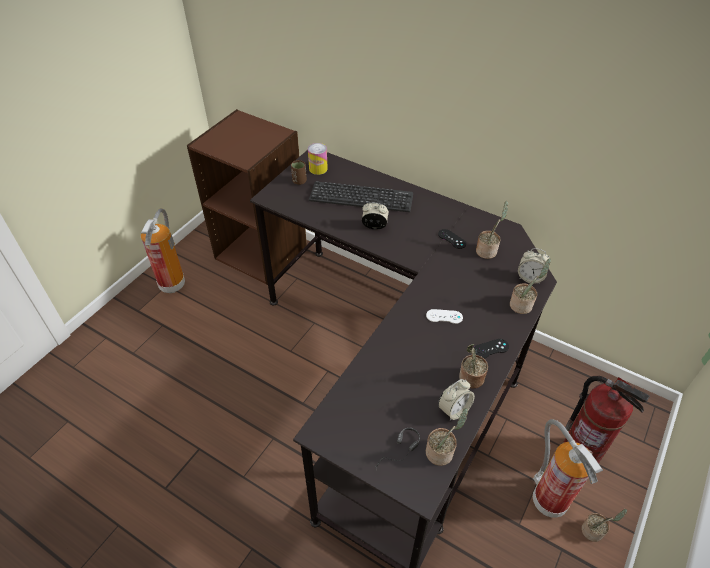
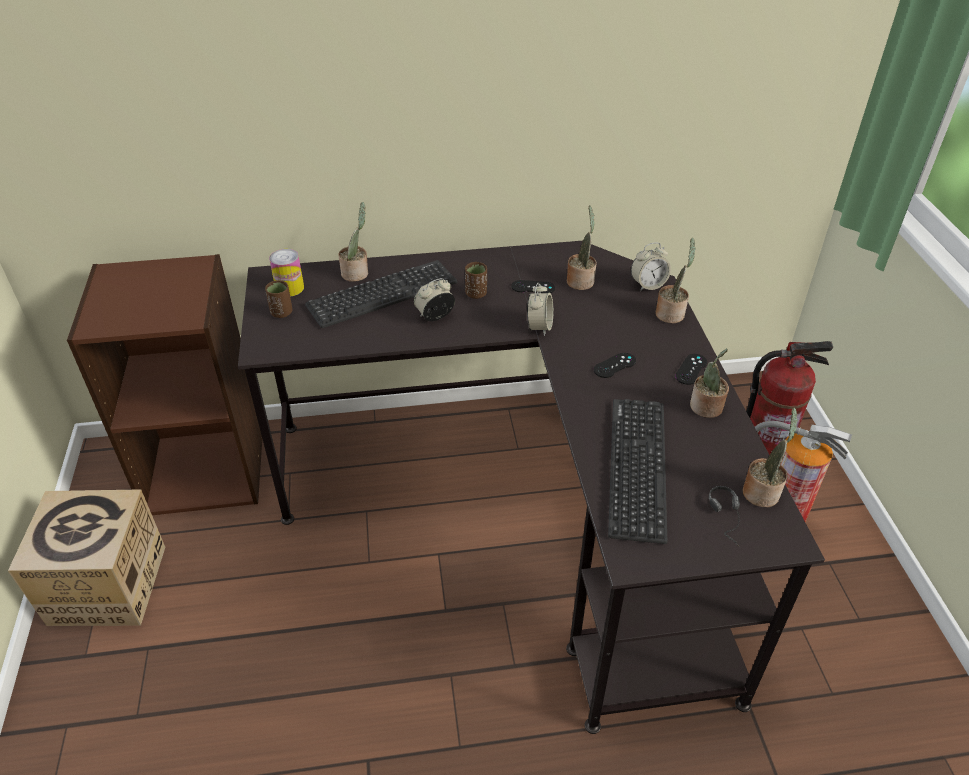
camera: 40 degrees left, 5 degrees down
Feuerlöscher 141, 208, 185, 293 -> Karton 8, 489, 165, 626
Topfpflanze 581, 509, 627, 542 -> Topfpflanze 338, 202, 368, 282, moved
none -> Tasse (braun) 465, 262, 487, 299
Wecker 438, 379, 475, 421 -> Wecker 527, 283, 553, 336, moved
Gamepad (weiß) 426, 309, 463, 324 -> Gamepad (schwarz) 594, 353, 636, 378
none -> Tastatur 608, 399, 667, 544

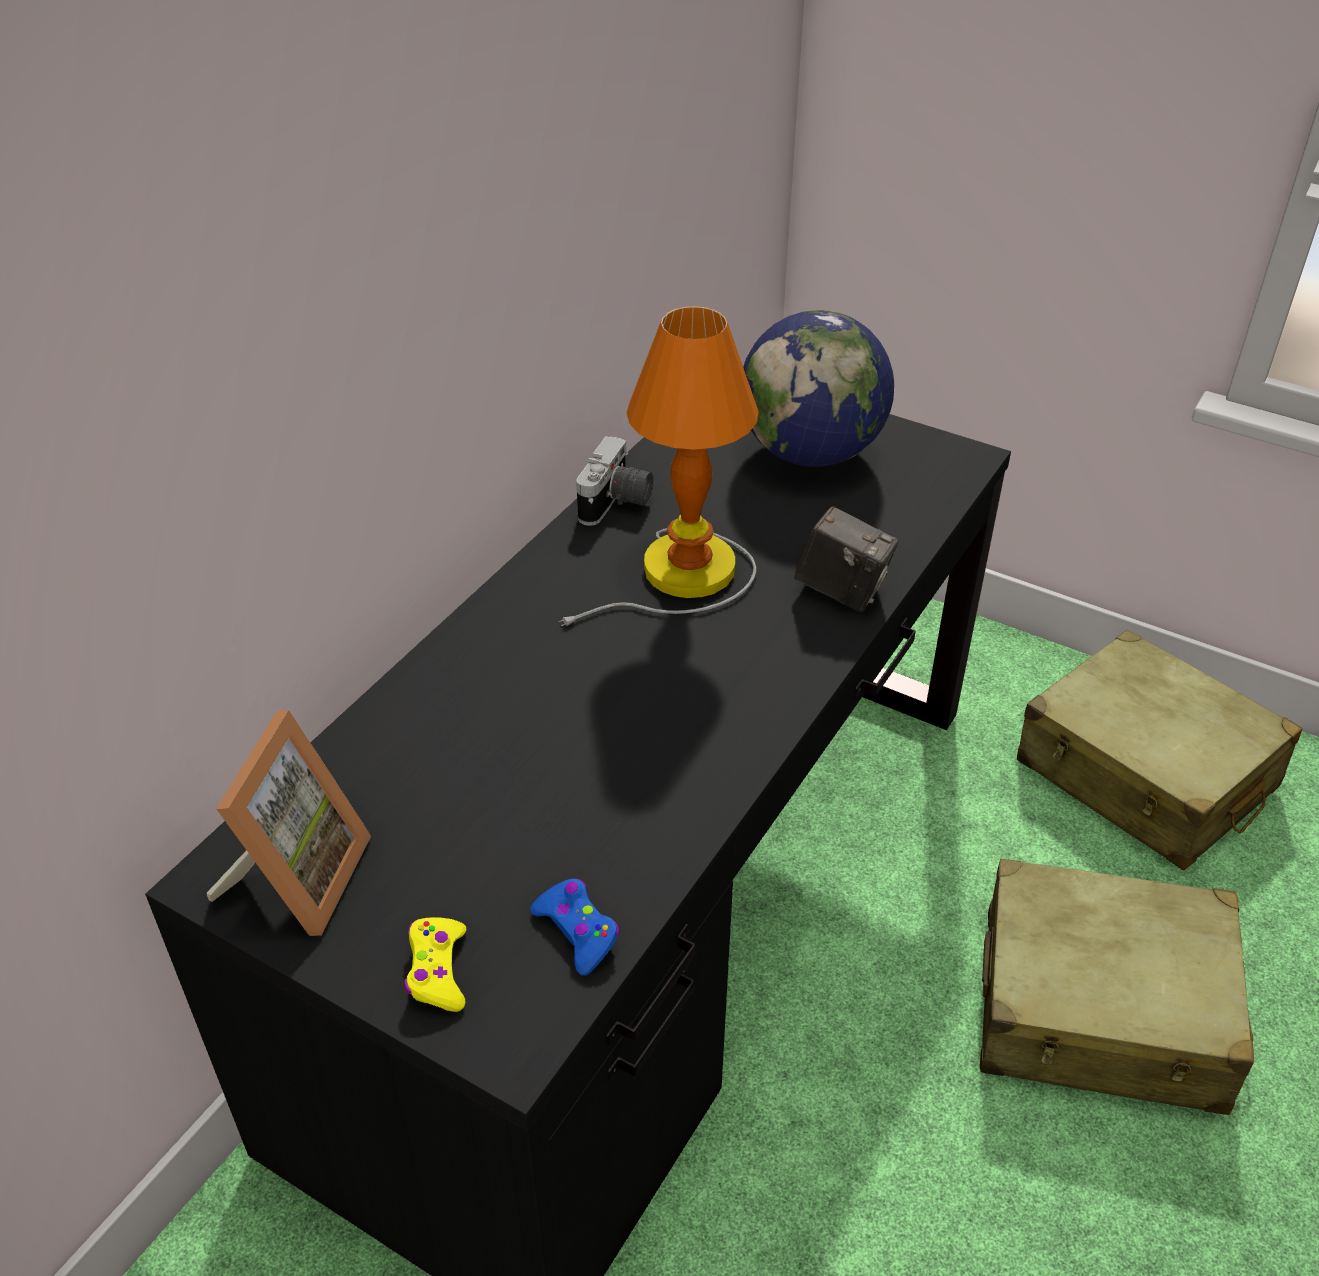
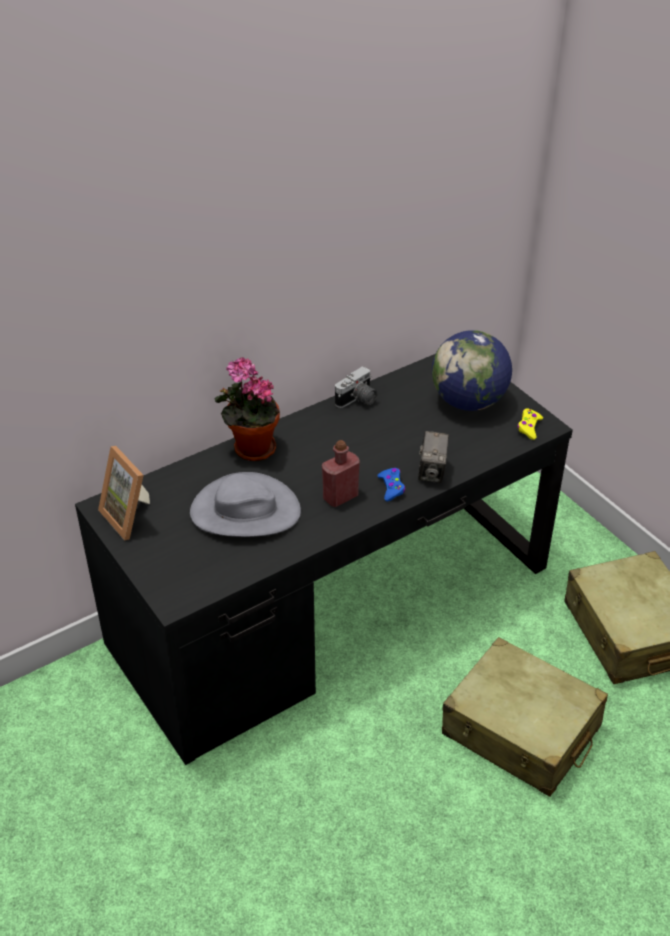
camera: 25 degrees right, 0 degrees up
Bilderrahmen 206, 710, 371, 936 -> Bilderrahmen 98, 446, 150, 541, 105 degrees clockwise
none -> Hut (grau) 190, 472, 301, 537
none -> Topfpflanze 214, 357, 280, 461
none -> Flasche (rot) 322, 440, 360, 507
Gamepad (blau) 530, 879, 620, 976 -> Gamepad (blau) 377, 468, 405, 501, moved
Kamera 794, 506, 898, 612 -> Kamera 418, 431, 449, 483, 45 degrees clockwise
Gamepad (gelb) 404, 917, 466, 1012 -> Gamepad (gelb) 517, 408, 543, 440, moved
Tischlampe 558, 306, 759, 626 -> none

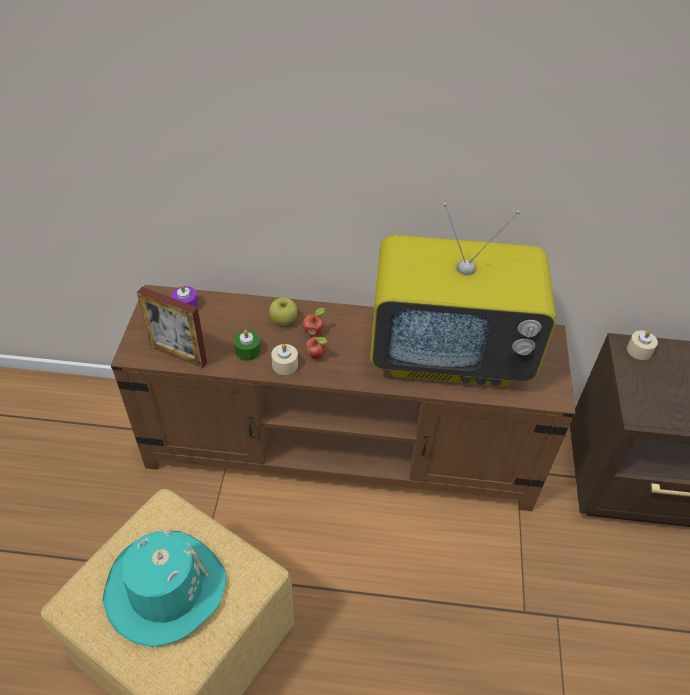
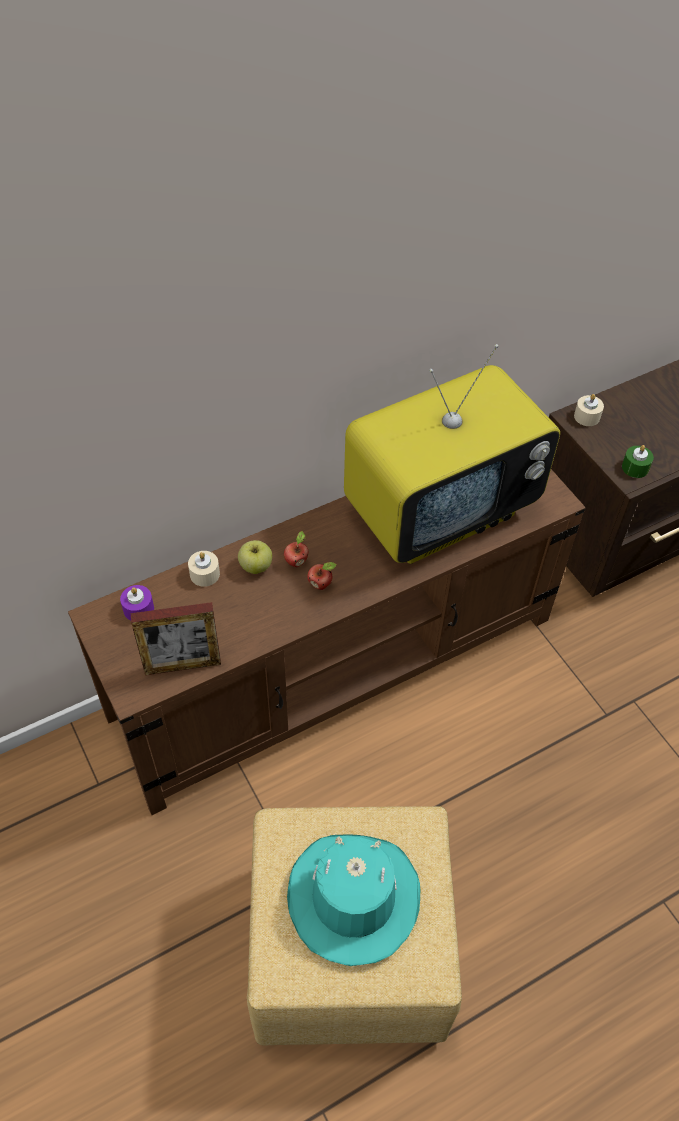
camera: 35 degrees left, 5 degrees up
Kerze (beige) 271, 344, 298, 375 -> Kerze (beige) 188, 551, 220, 587, moved
Kerze (grün) 234, 330, 261, 361 -> Kerze (grün) 622, 445, 654, 478, moved

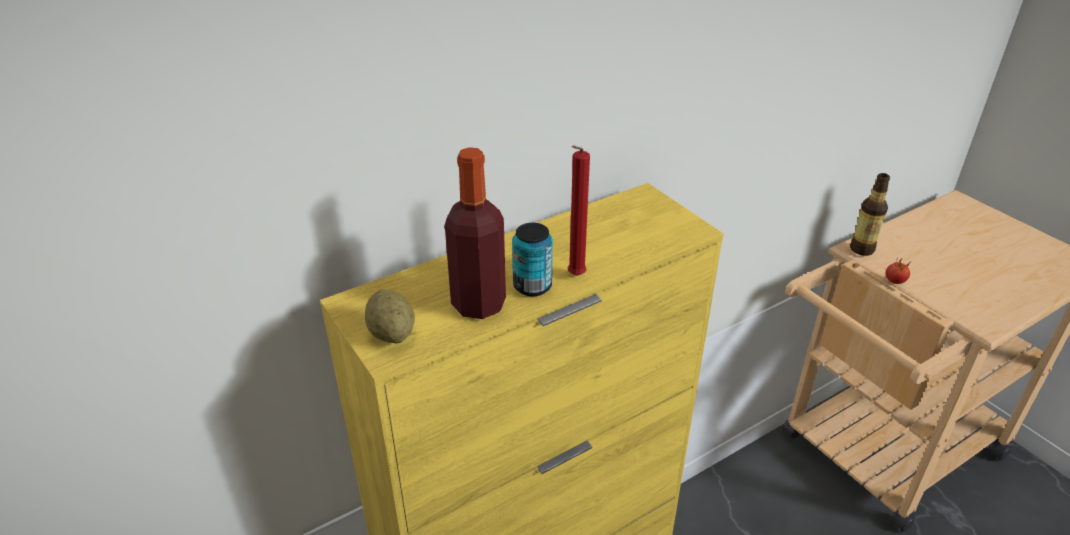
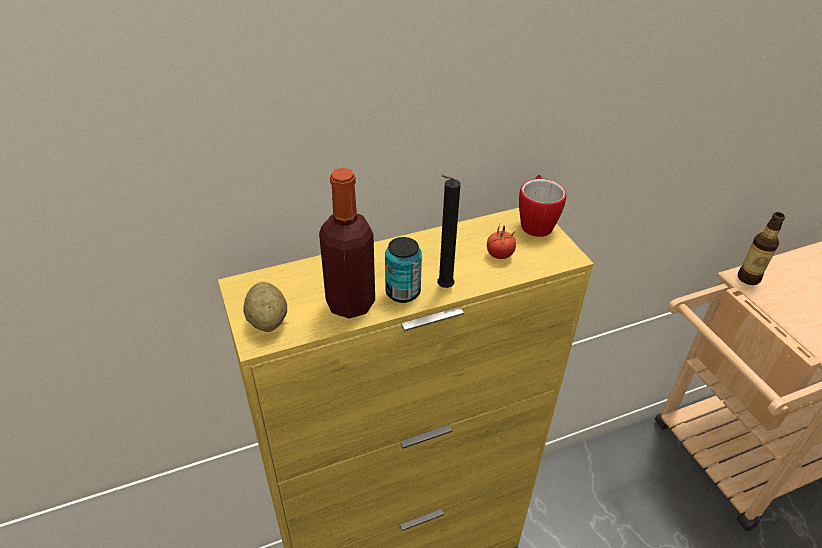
camera: 10 degrees right, 5 degrees up
Kerze (rot) 568, 145, 590, 276 -> Kerze (schwarz) 437, 175, 461, 288
Tomate 886, 257, 911, 284 -> Tomate 487, 225, 516, 259, moved
none -> Henkelbecher 519, 175, 566, 237

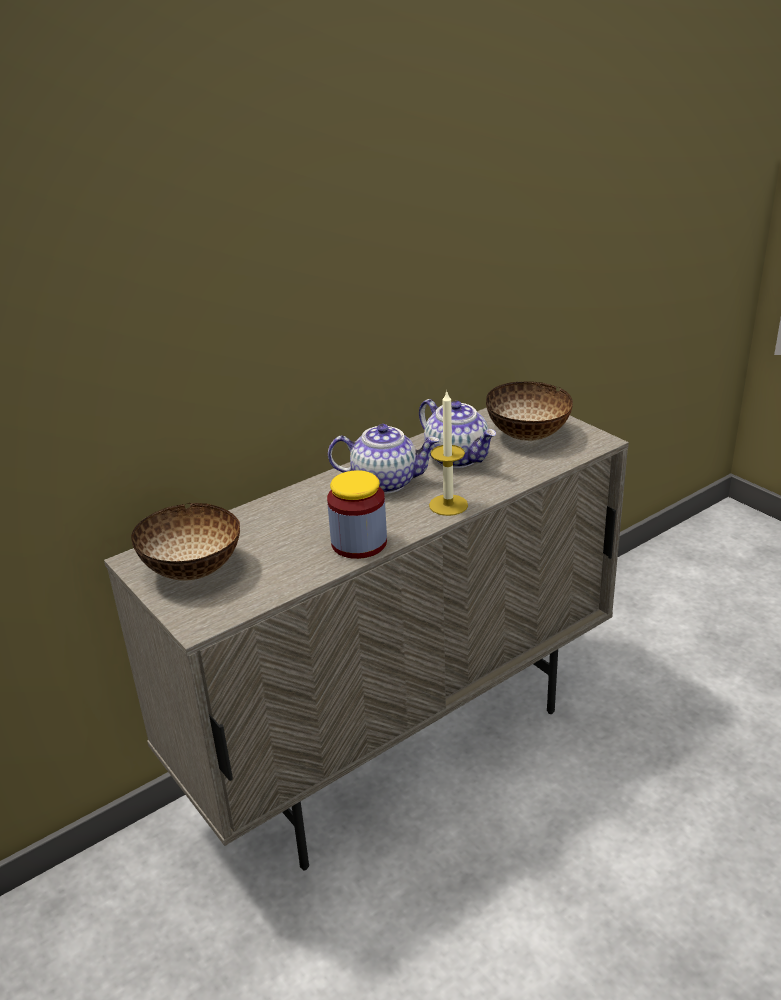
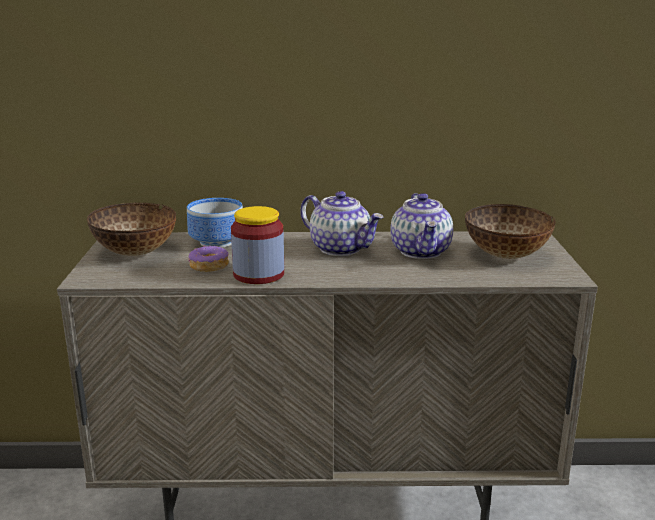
camera: 35 degrees right, 10 degrees down
none -> Schüssel 187, 198, 243, 248
none -> Donut 189, 245, 229, 272
Kerze 429, 390, 468, 516 -> none

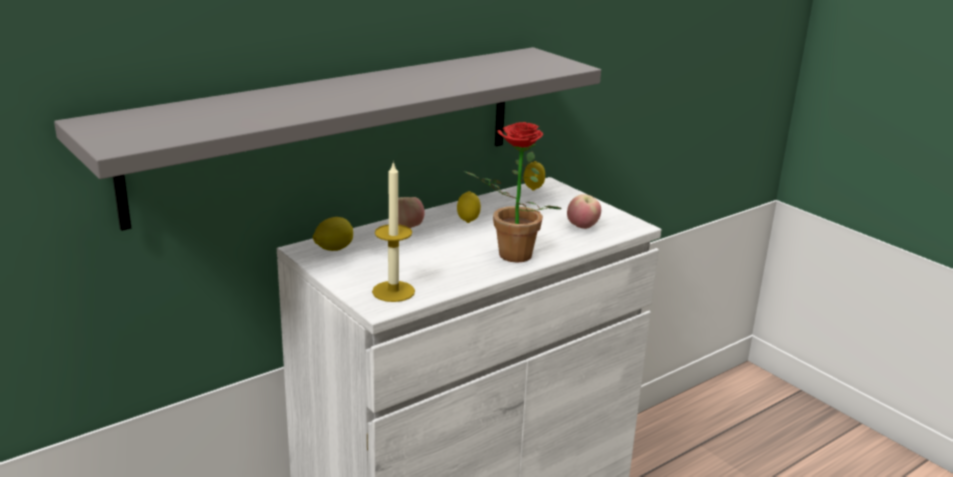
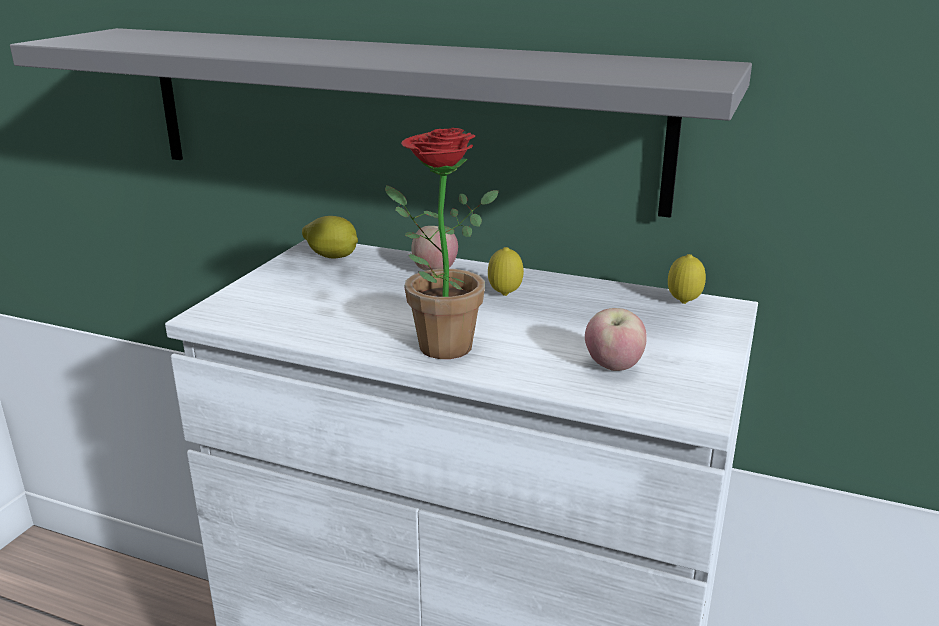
camera: 60 degrees right, 0 degrees up
Kerze 372, 161, 415, 302 -> none

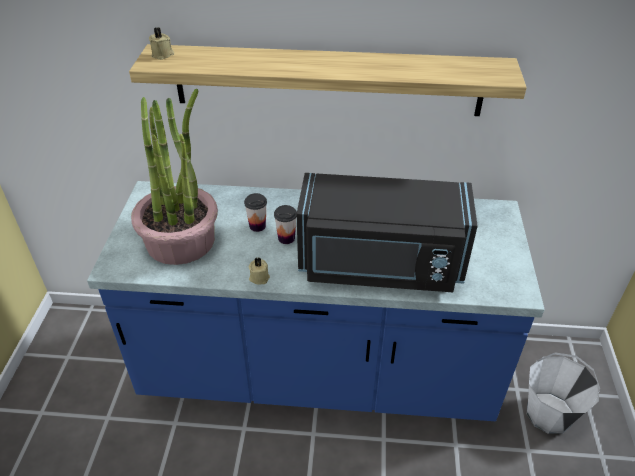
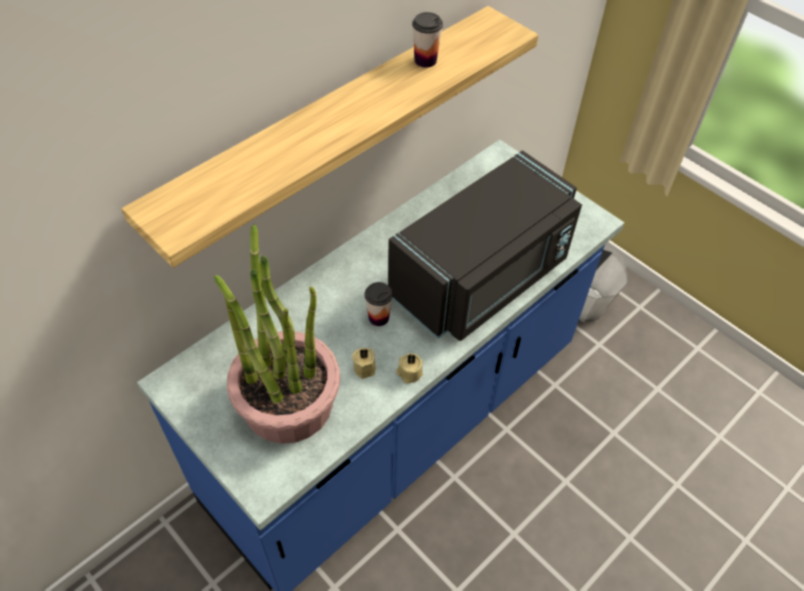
camera: 50 degrees left, 10 degrees up
Kerze (beige) 149, 27, 174, 60 -> Kerze (beige) 352, 348, 376, 379, moved
Tasse 244, 193, 267, 232 -> Tasse 412, 12, 443, 68, moved

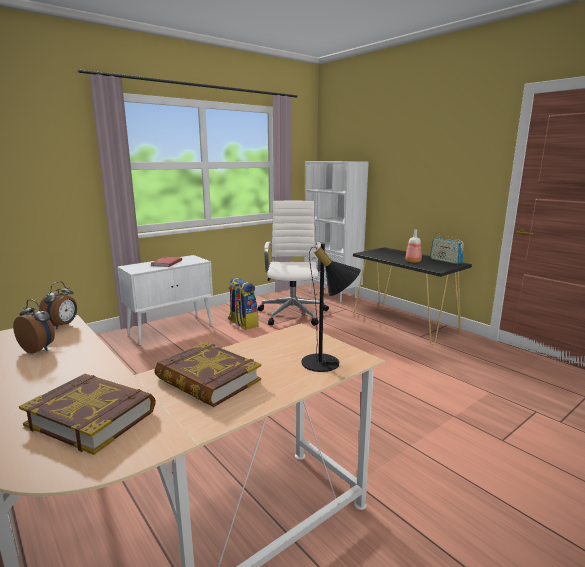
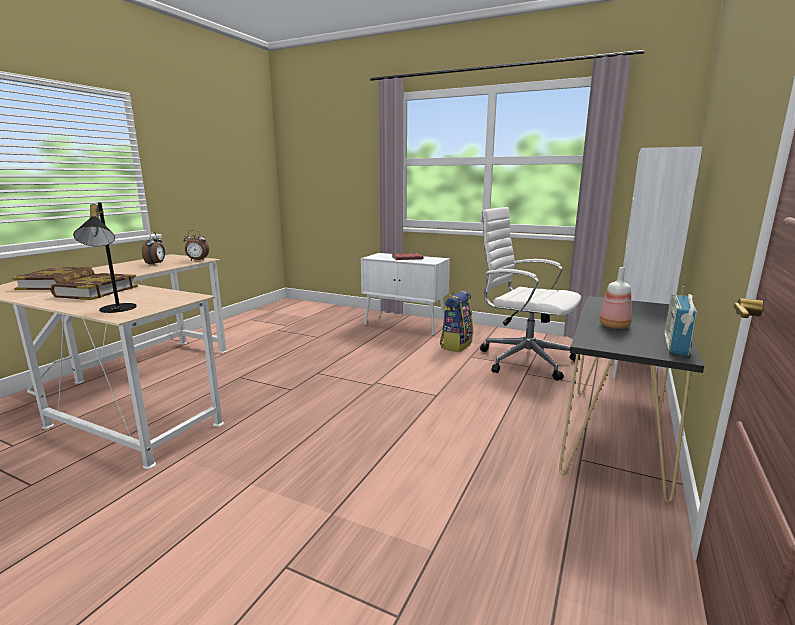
camera: 65 degrees right, 0 degrees up
Bürostuhl (weiß) 258, 201, 329, 326 -> Bürostuhl (weiß) 480, 207, 581, 381, 120 degrees counterclockwise

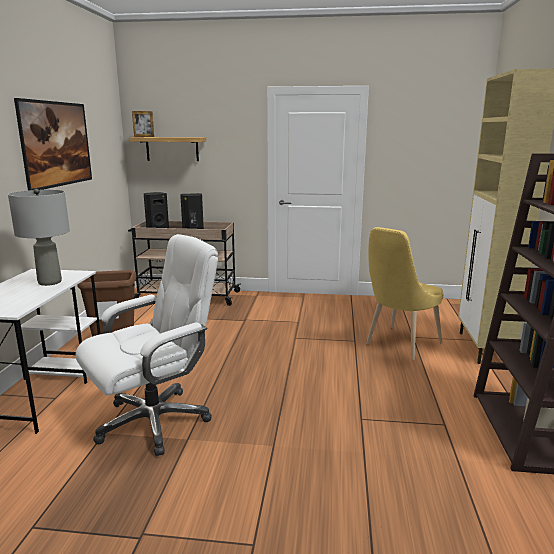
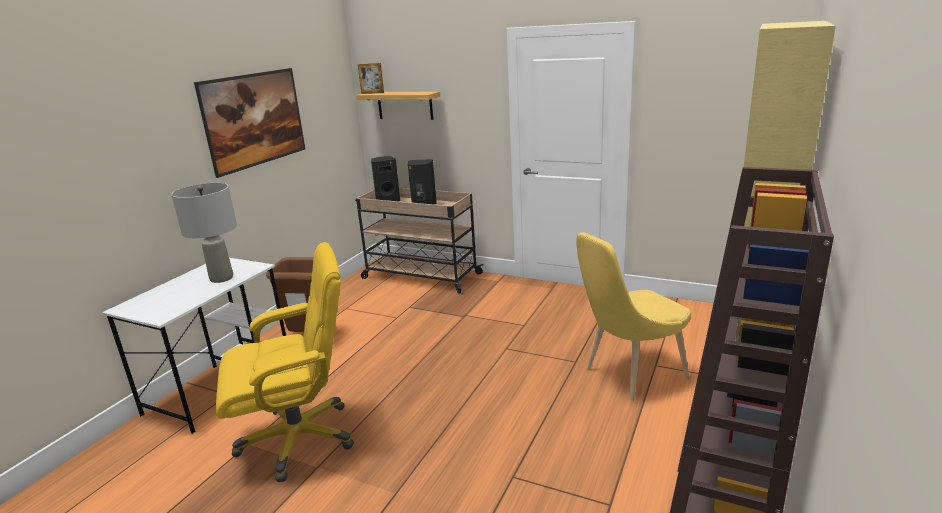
camera: 20 degrees right, 5 degrees up
Bürostuhl (weiß) 75, 234, 218, 456 -> Bürostuhl (gelb) 216, 242, 354, 482

